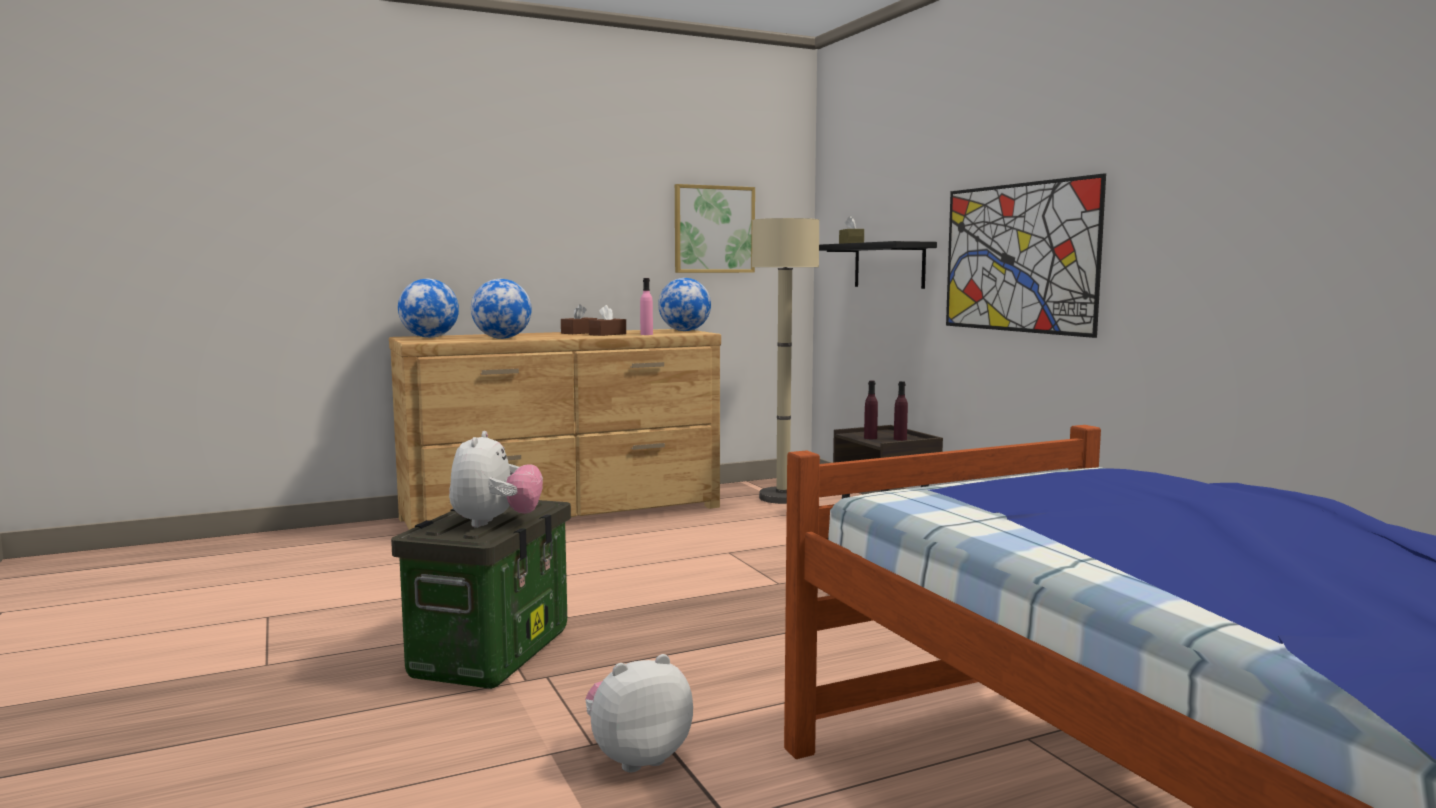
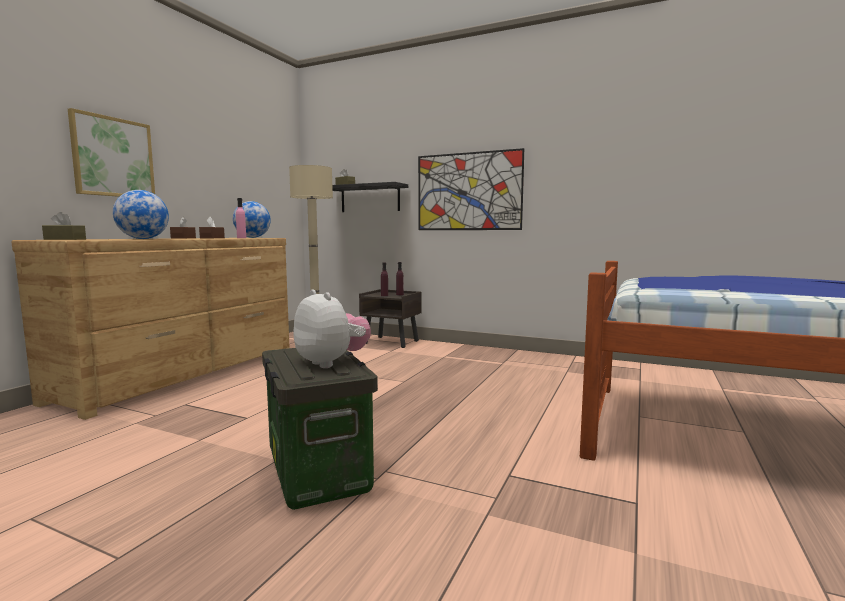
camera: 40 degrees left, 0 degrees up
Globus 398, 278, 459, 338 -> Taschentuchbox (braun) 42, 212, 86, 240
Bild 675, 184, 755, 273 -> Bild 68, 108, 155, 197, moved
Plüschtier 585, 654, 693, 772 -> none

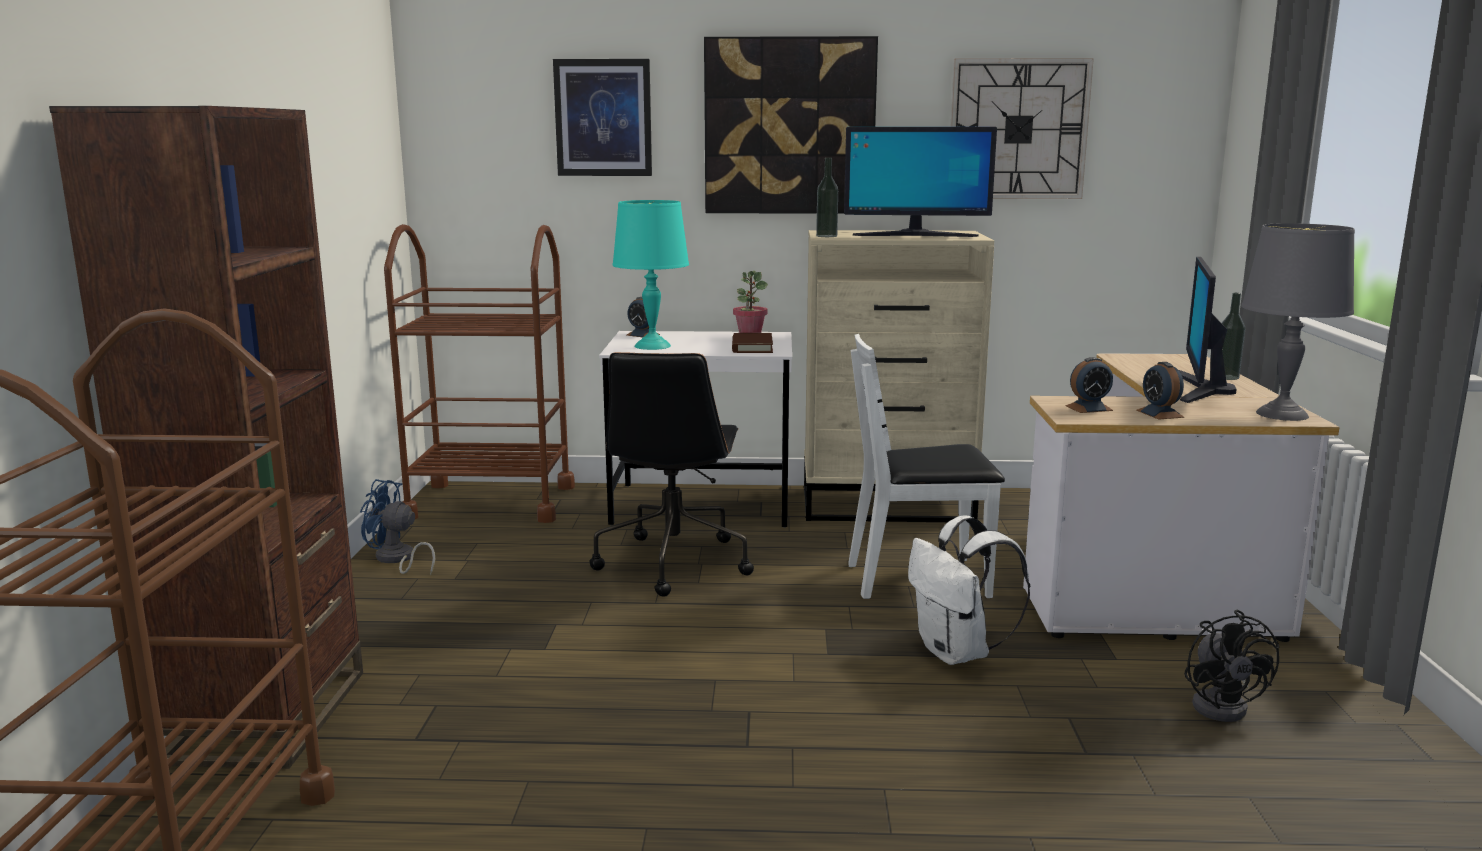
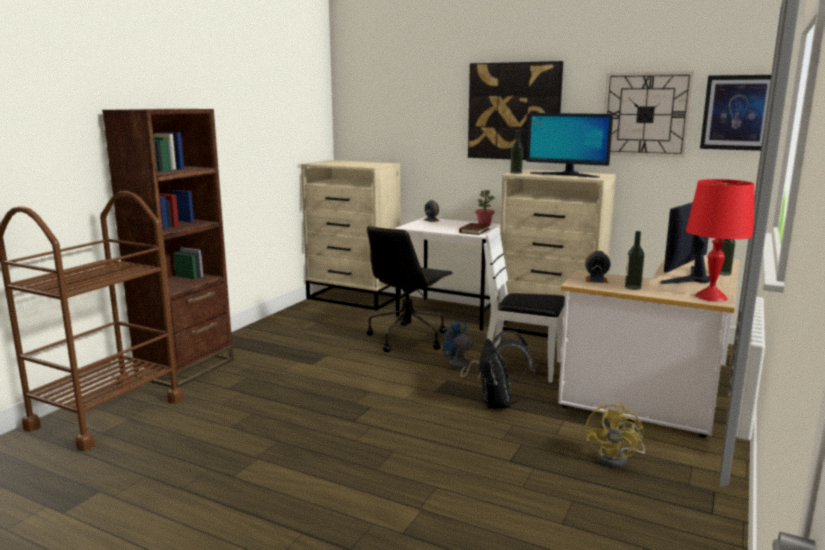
camera: 25 degrees right, 0 degrees up
Rollwagen (braun) 384, 224, 575, 523 -> Kommode (beige) 301, 160, 401, 311
Ventilator (blau) 360, 479, 435, 575 -> Ventilator (blau) 443, 319, 481, 380, moved
Rucksack (weiß) 908, 516, 1031, 665 -> Rucksack (schwarz) 478, 330, 535, 408
Ventilator (schwarz) 1184, 610, 1279, 722 -> Ventilator (gelb) 586, 403, 645, 467
Wecker 1136, 362, 1184, 419 -> Flasche 625, 231, 644, 290
Tischlampe (grau) 1241, 223, 1355, 421 -> Tischlampe (rot) 686, 179, 754, 302
Bild 553, 59, 652, 176 -> Bild 700, 75, 771, 151, moved
Tischlampe (türkis) 612, 200, 689, 350 -> none

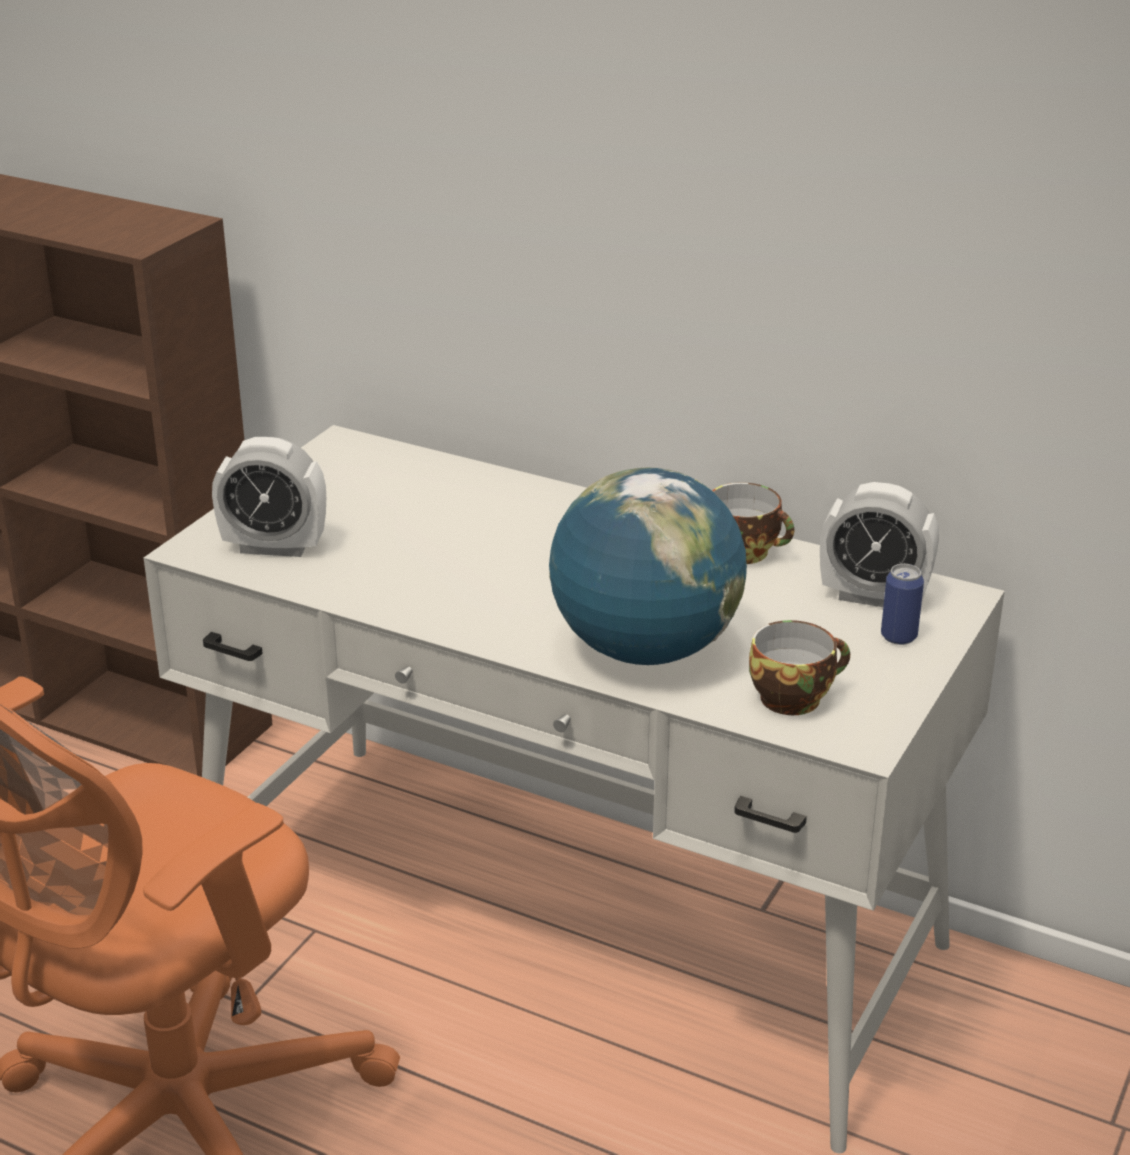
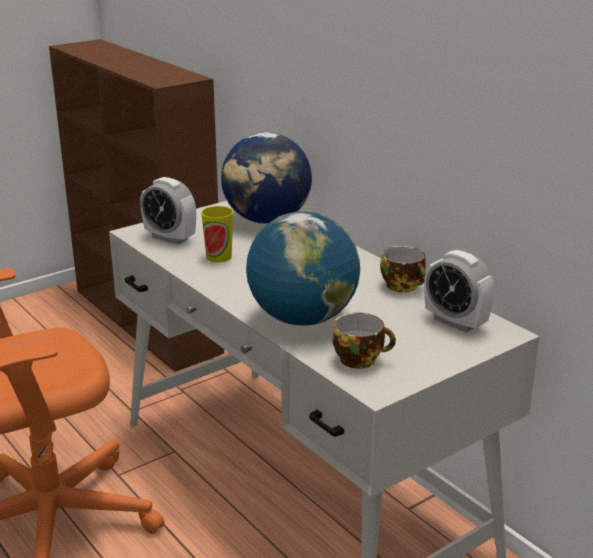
camera: 25 degrees right, 5 degrees down
none -> Tasse 201, 206, 233, 262
none -> Globus 221, 132, 312, 224
Dose 881, 564, 924, 645 -> none

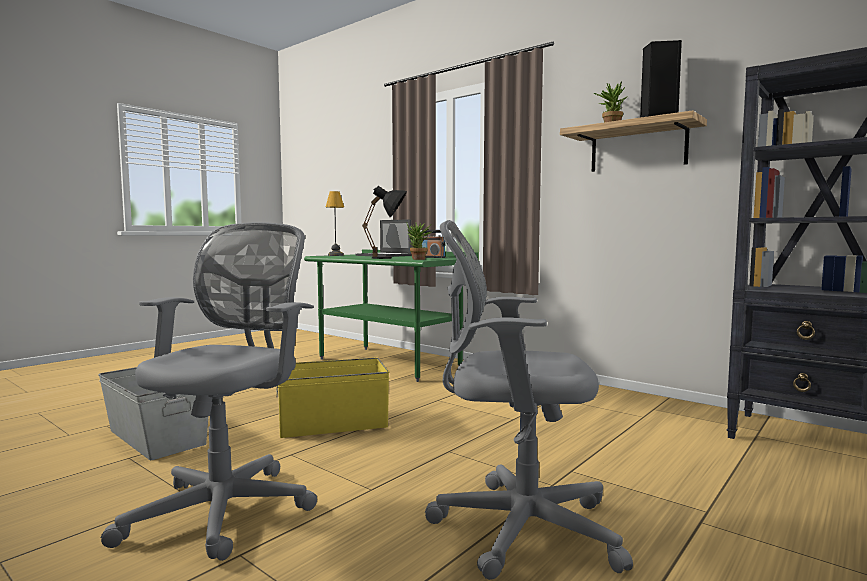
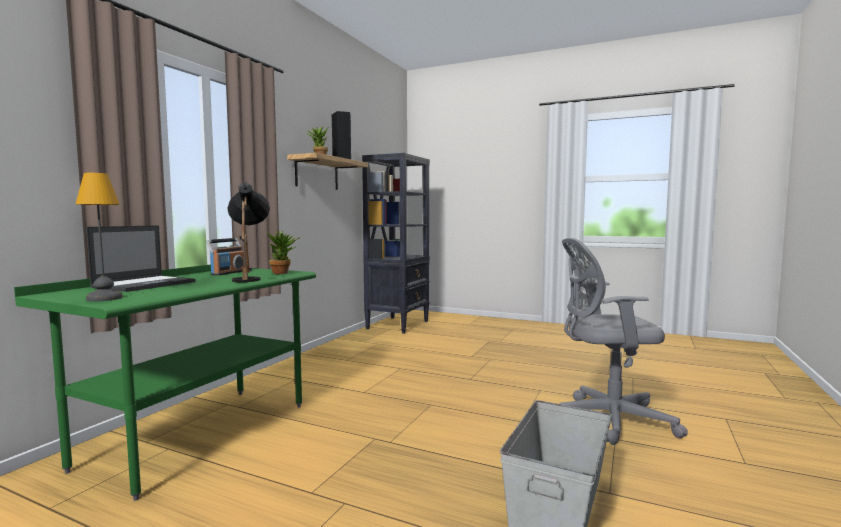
camera: 105 degrees left, 0 degrees up
Aufbewahrungsbox (gelb) 276, 358, 390, 438 -> none
Bürostuhl (grau) 425, 220, 633, 580 -> none

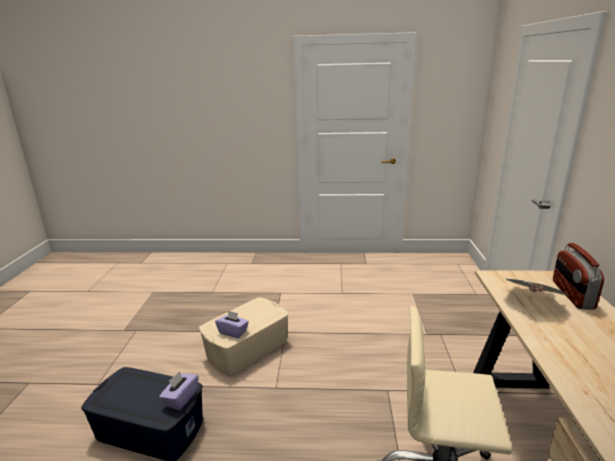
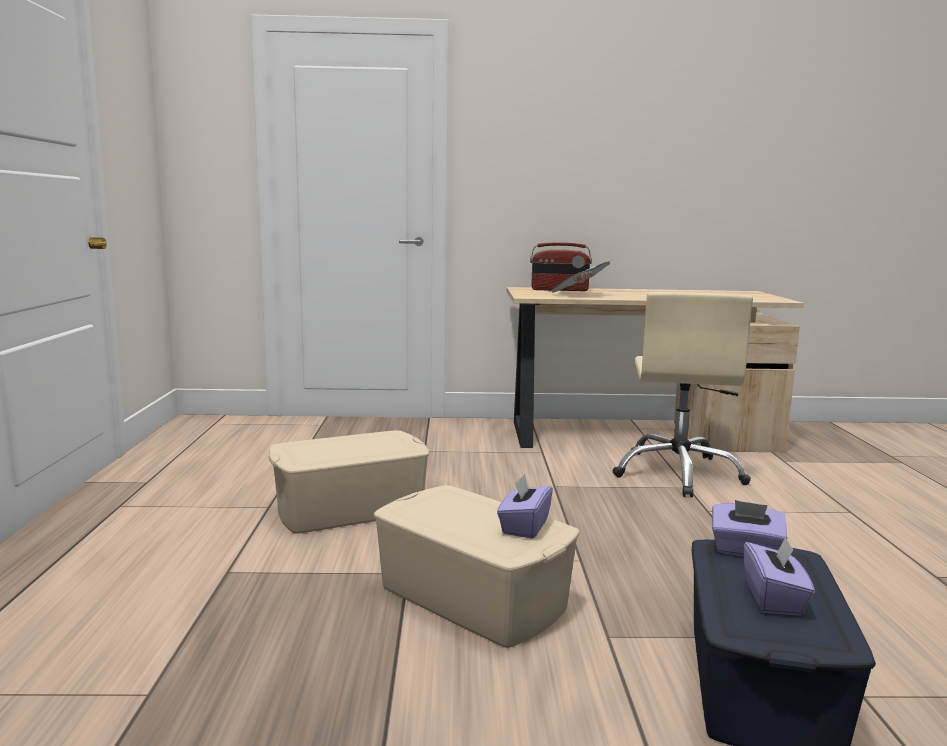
camera: 95 degrees left, 10 degrees down
none -> Aufbewahrungsbox (beige) 268, 430, 429, 534
none -> Taschentuchbox (lila) 744, 537, 815, 616

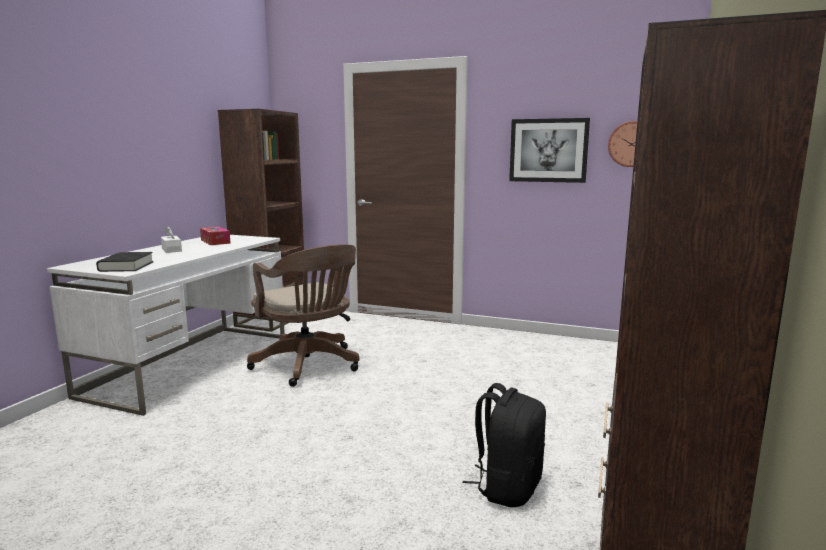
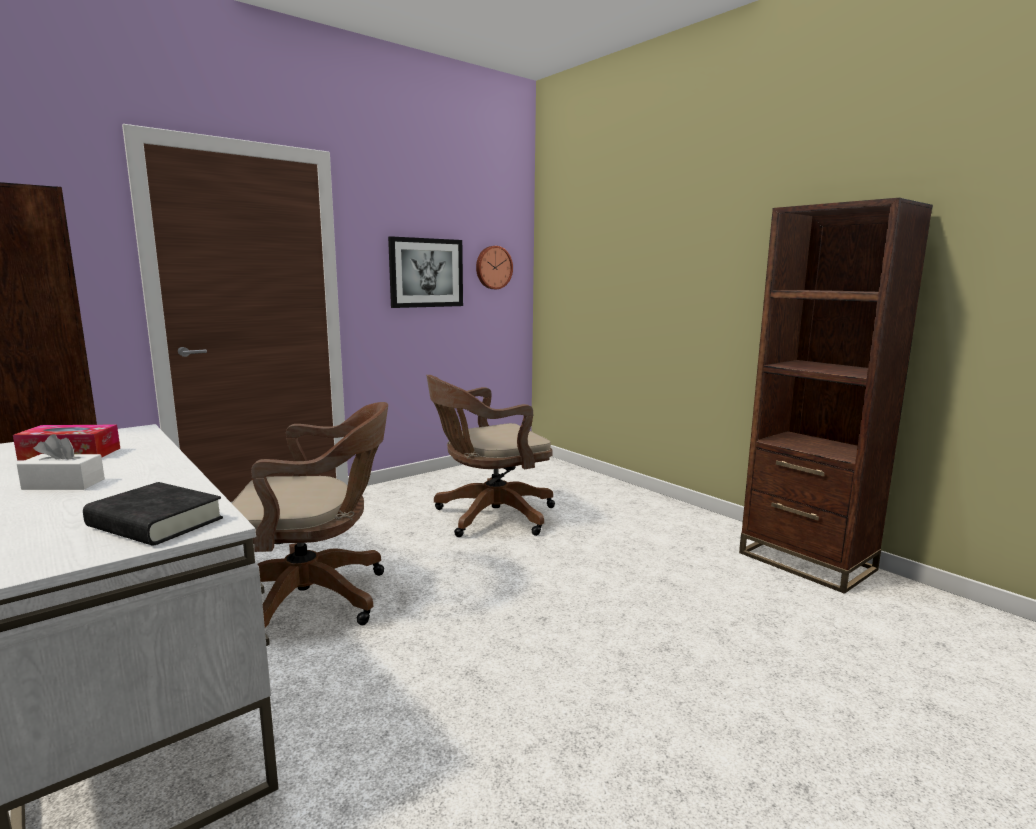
camera: 60 degrees left, 0 degrees up
none -> Bürostuhl (braun) 426, 375, 555, 537
Rucksack (schwarz) 463, 383, 546, 507 -> none

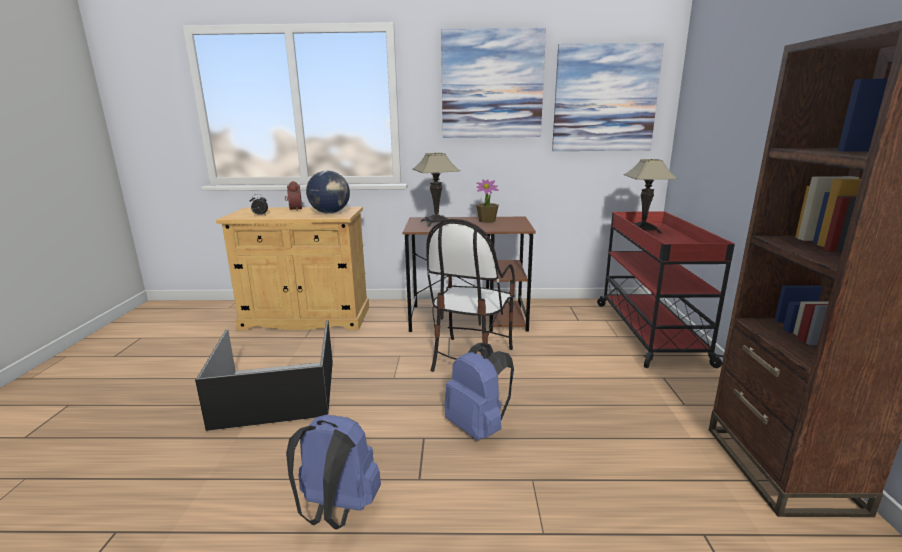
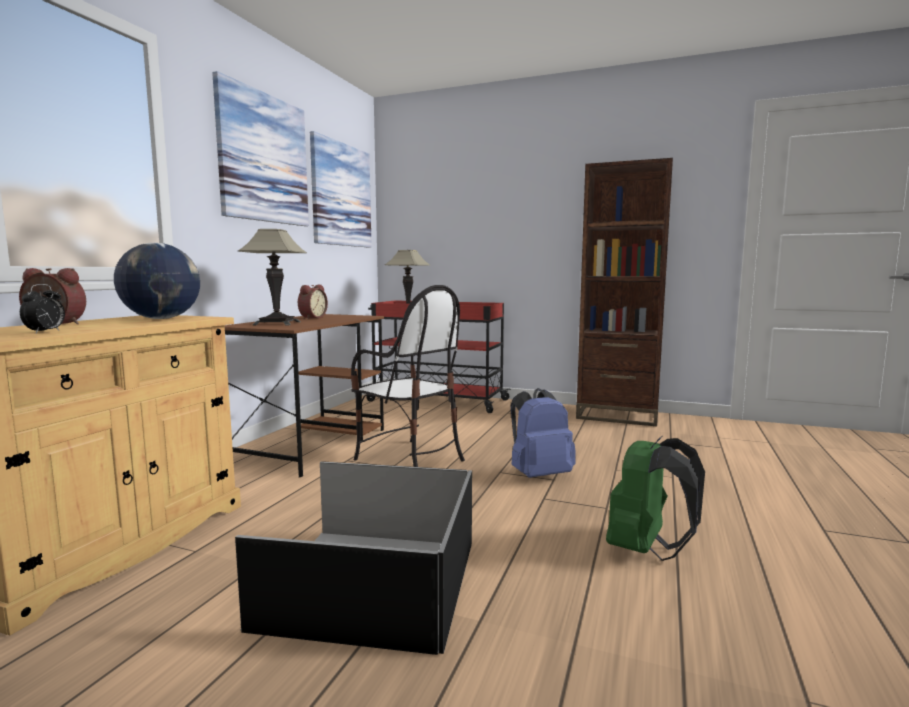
camera: 70 degrees left, 10 degrees down
Topfpflanze 476, 179, 499, 223 -> Wecker 298, 285, 328, 319
Rucksack (blau) 286, 415, 381, 529 -> Rucksack (grün) 606, 435, 705, 561

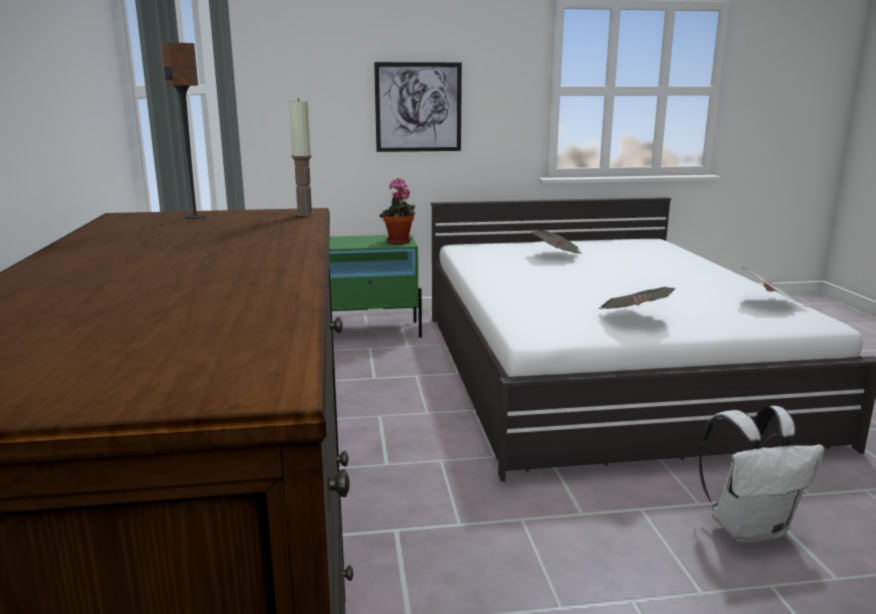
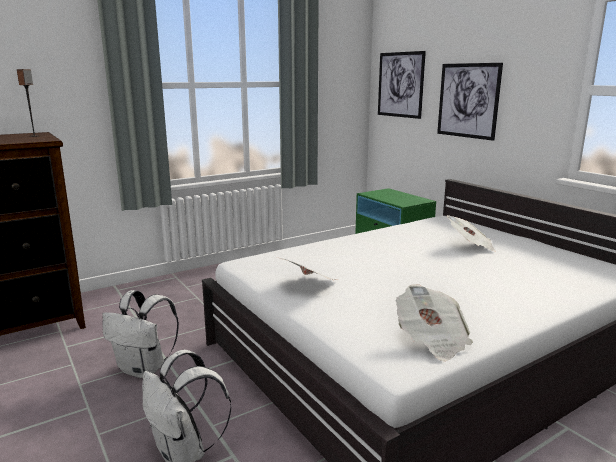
camera: 65 degrees right, 0 degrees up
none -> Rucksack (weiß) 102, 290, 179, 378
none -> Bild 378, 51, 426, 119
Kerze 289, 98, 314, 216 -> none
Topfpflanze 380, 178, 415, 244 -> none

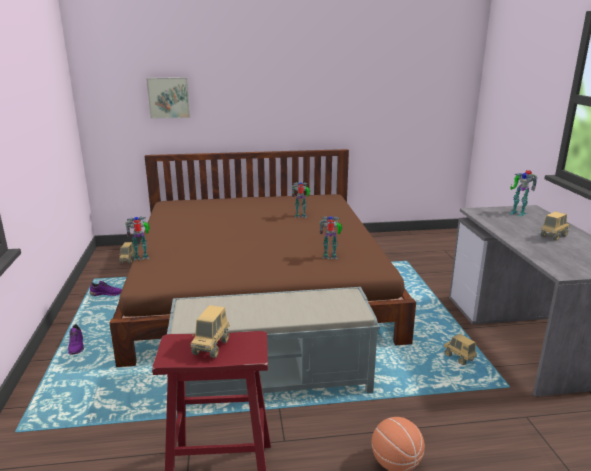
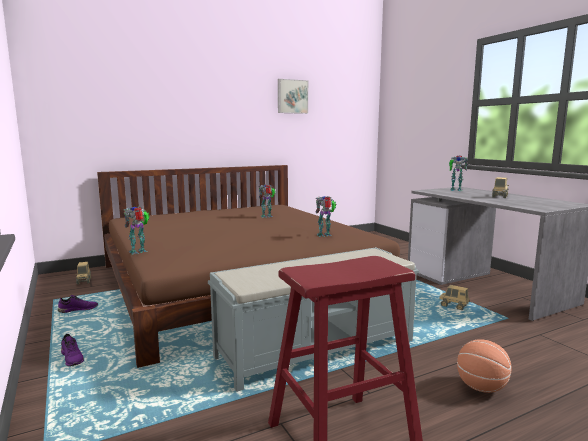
camera: 20 degrees left, 10 degrees down
Bild 146, 77, 190, 119 -> Bild 278, 79, 308, 114, moved
Spielzeuglaster 190, 305, 230, 358 -> none

